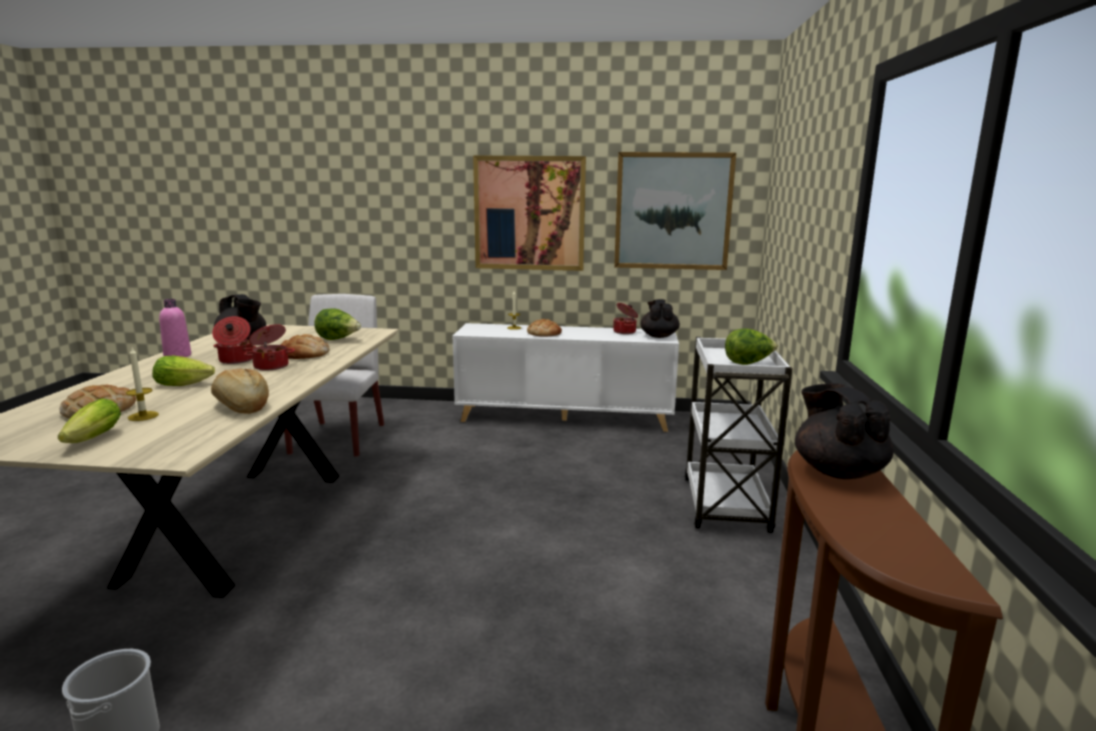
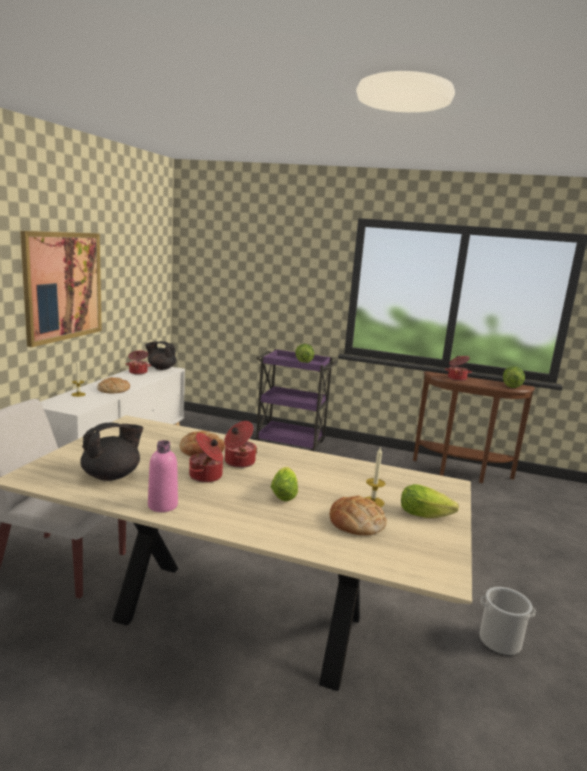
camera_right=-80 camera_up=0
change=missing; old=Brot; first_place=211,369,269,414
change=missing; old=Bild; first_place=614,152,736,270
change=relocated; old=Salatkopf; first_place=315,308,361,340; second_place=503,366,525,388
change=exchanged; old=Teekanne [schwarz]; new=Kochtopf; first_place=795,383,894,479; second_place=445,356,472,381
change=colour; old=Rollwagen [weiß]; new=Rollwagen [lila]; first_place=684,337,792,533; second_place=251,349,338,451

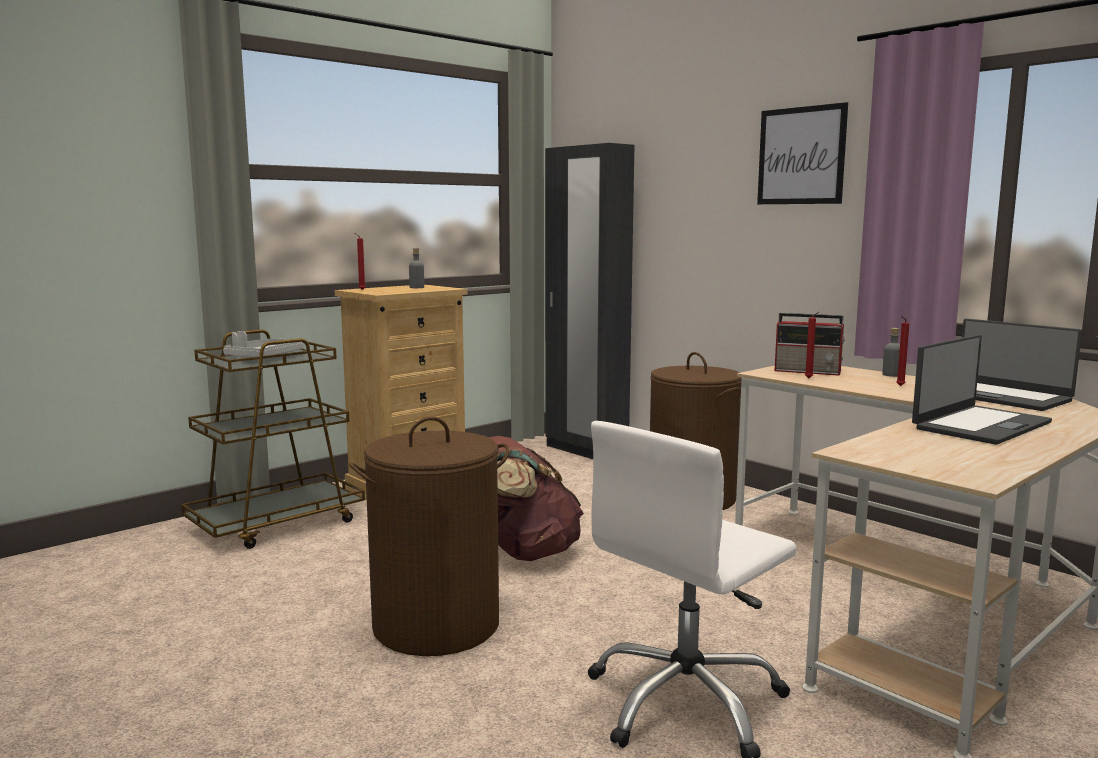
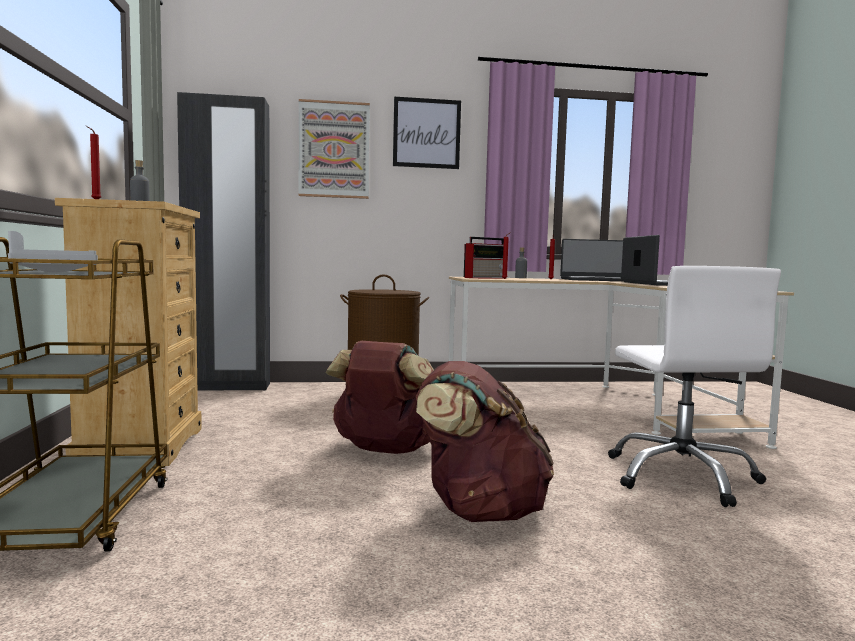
camera_right=-55 camera_up=-5
change=appeared; new=Bild; second_place=298,99,370,199
change=exchanged; old=Wäschekorb [braun]; new=Rucksack [braun]; first_place=349,417,509,656; second_place=415,361,554,522

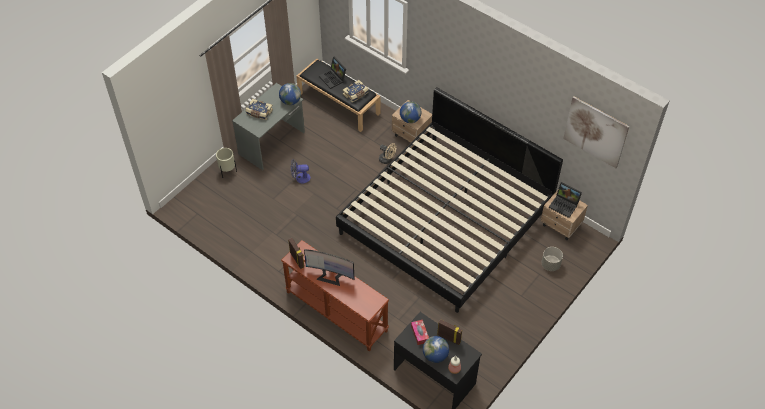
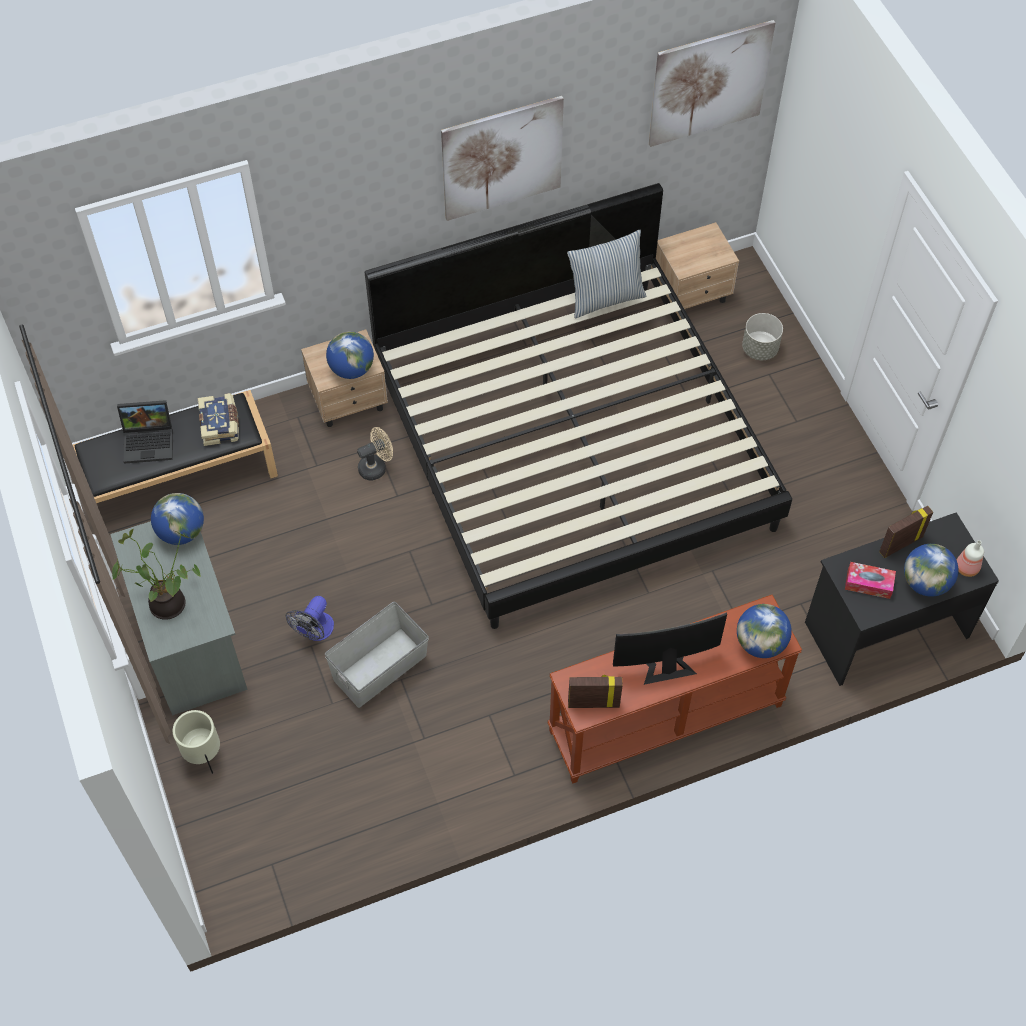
camera_right=-60 camera_up=5
change=missing; old=Laptop; first_place=549,182,582,218
change=appeared; new=Aufbewahrungsbox [grau]; second_place=325,602,429,708
change=appeared; new=Bild; second_place=441,96,564,221
change=appeared; new=Kissen; second_place=567,230,647,318
change=appeared; new=Globus; second_place=737,604,792,658
change=exchanged; old=Buch; new=Topfpflanze; first_place=246,99,273,120; second_place=112,529,201,620
change=spun; old=Monitor; first_place=304,249,354,286; second_place=613,612,727,685; degrees=-150

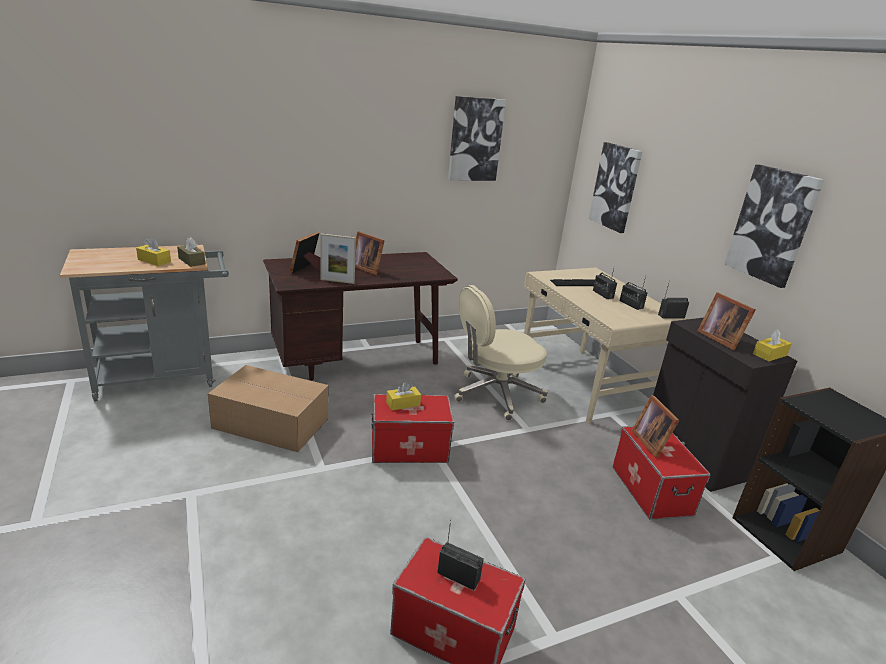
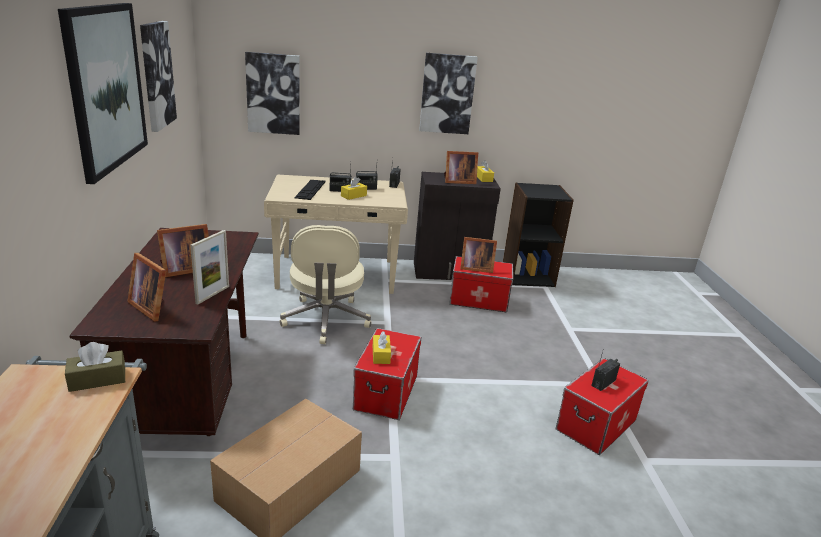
camera_right=-70 camera_up=0
change=appeared; new=Bild; second_place=58,3,148,184
change=relocated; old=Taschentuchbox [gelb]; first_place=136,237,171,266; second_place=341,177,367,200

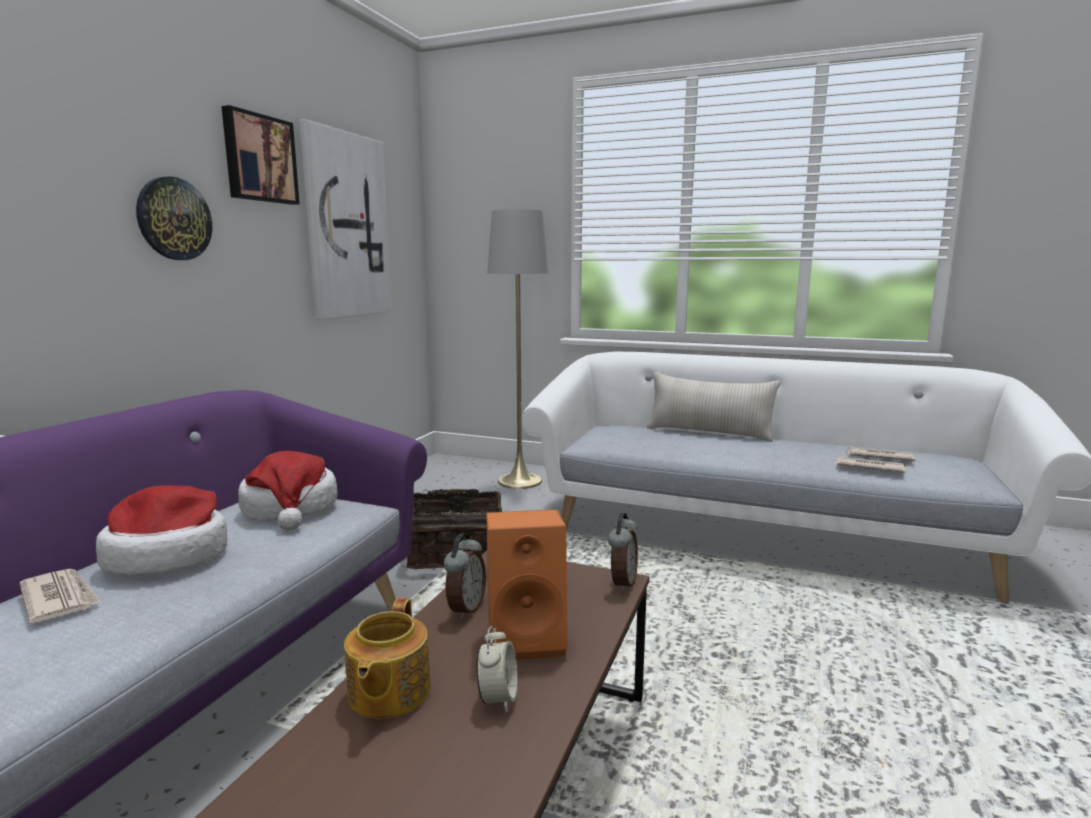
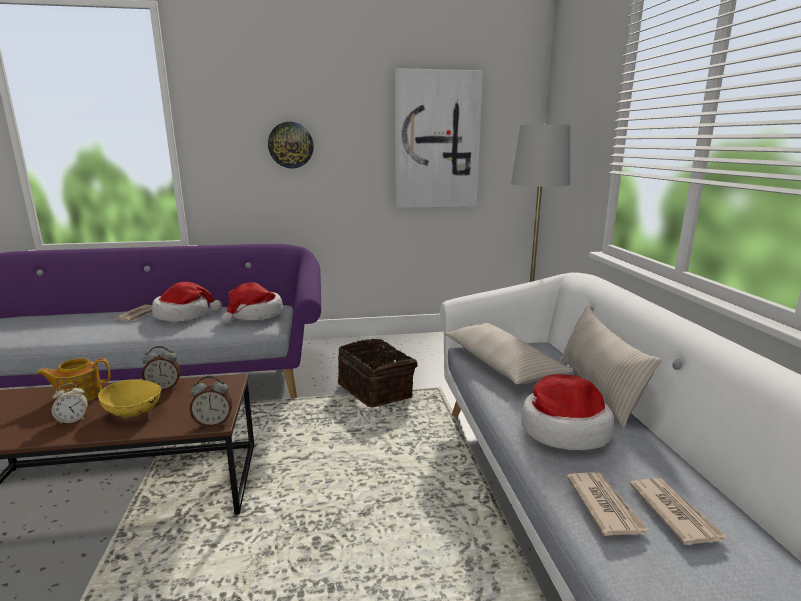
camera_right=60 camera_up=5
change=missing; old=Bild; first_place=221,105,299,205
change=appeared; new=Kissen [beige]; second_place=444,323,573,384
change=appeared; new=Hut; second_place=522,374,614,450
change=exchanged; old=Lautsprecher [orange]; new=Schüssel [gelb]; first_place=486,510,568,660; second_place=98,380,161,417

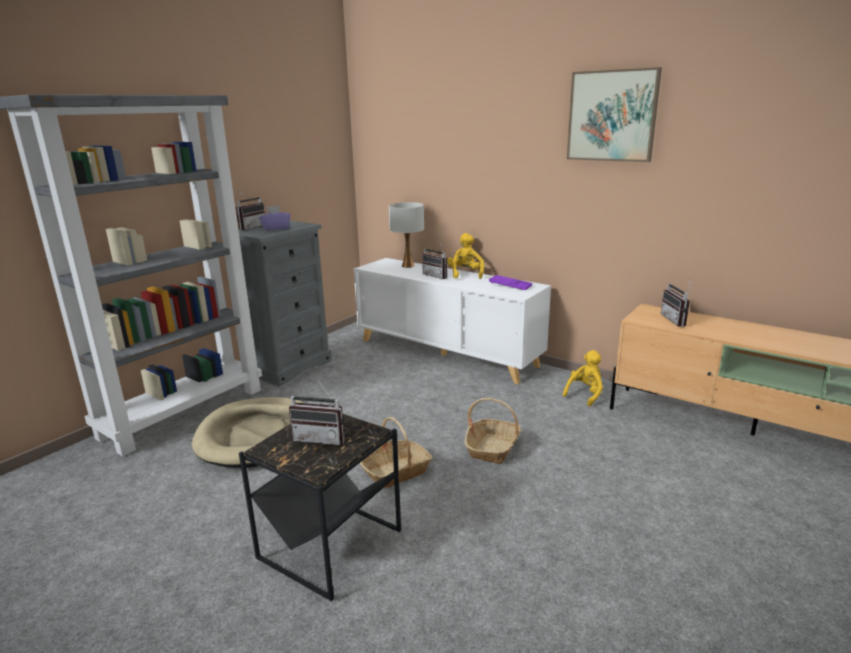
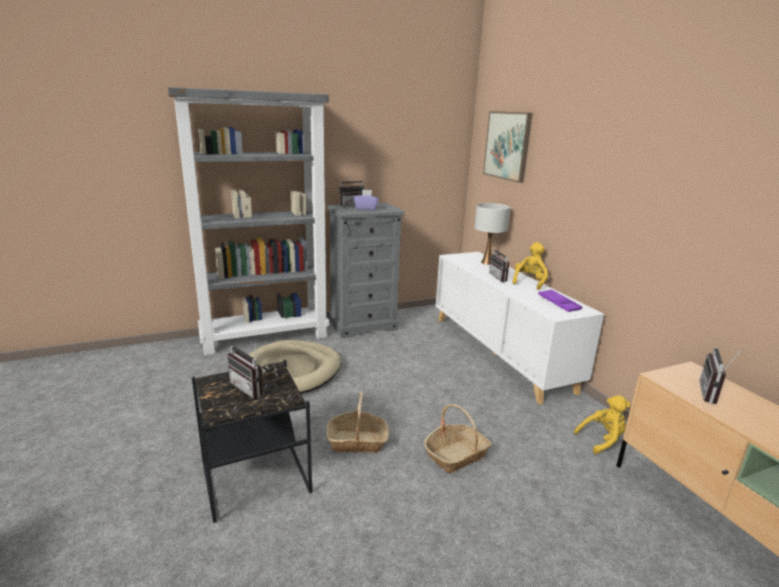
camera_right=30 camera_up=0
change=relocated; old=Bild; first_place=567,67,662,162; second_place=483,111,533,183

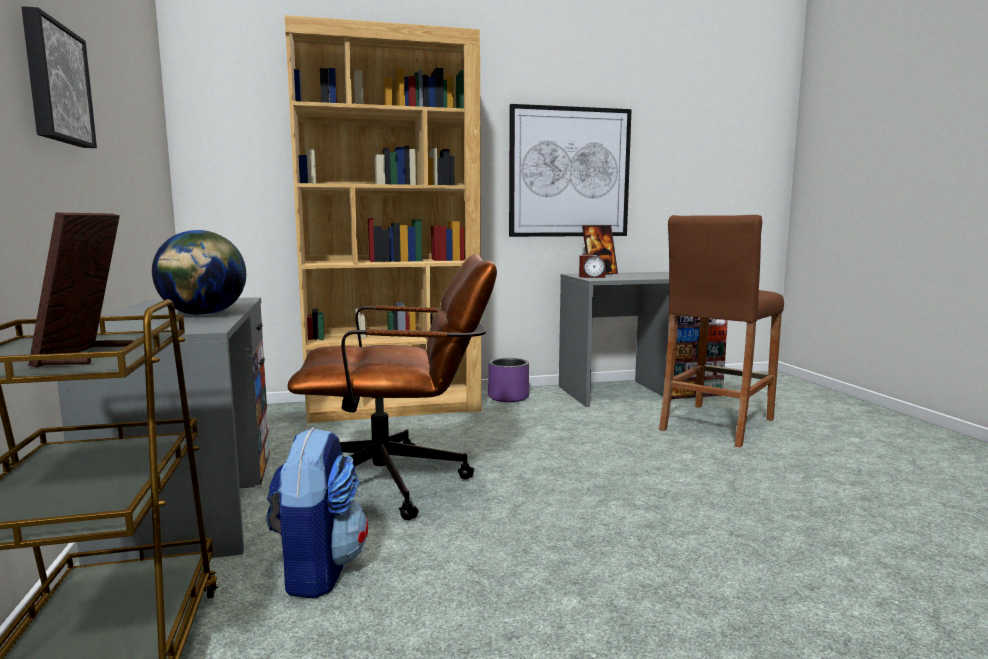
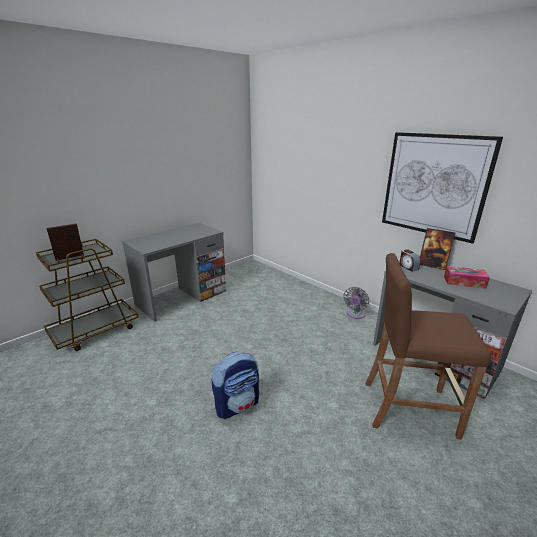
camera_right=60 camera_up=15
change=missing; old=Bild; first_place=21,6,97,148
change=missing; old=Globus; first_place=152,230,246,315
change=missing; old=Bücherregal [braun]; first_place=284,15,481,423
change=missing; old=Bürostuhl [braun]; first_place=287,254,497,520
change=appeared; new=Taschentuchbox; second_place=444,266,490,289
change=relocated; old=Rucksack; first_place=266,427,368,599; second_place=211,351,259,419
change=exchanged; old=Pflanzkübel [lila]; new=Ventilator [grau]; first_place=488,358,529,402; second_place=344,287,369,319

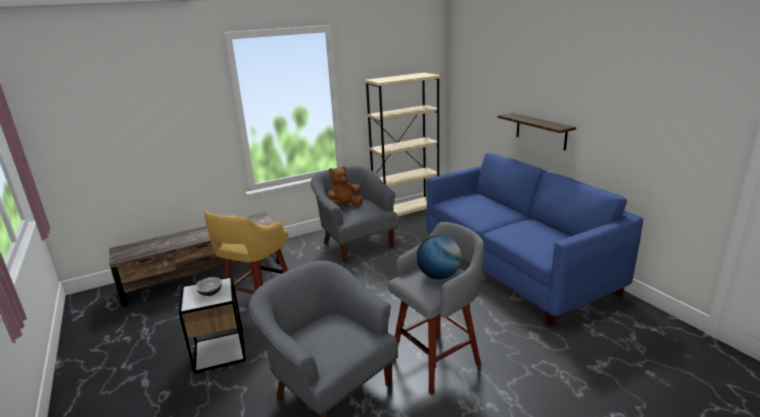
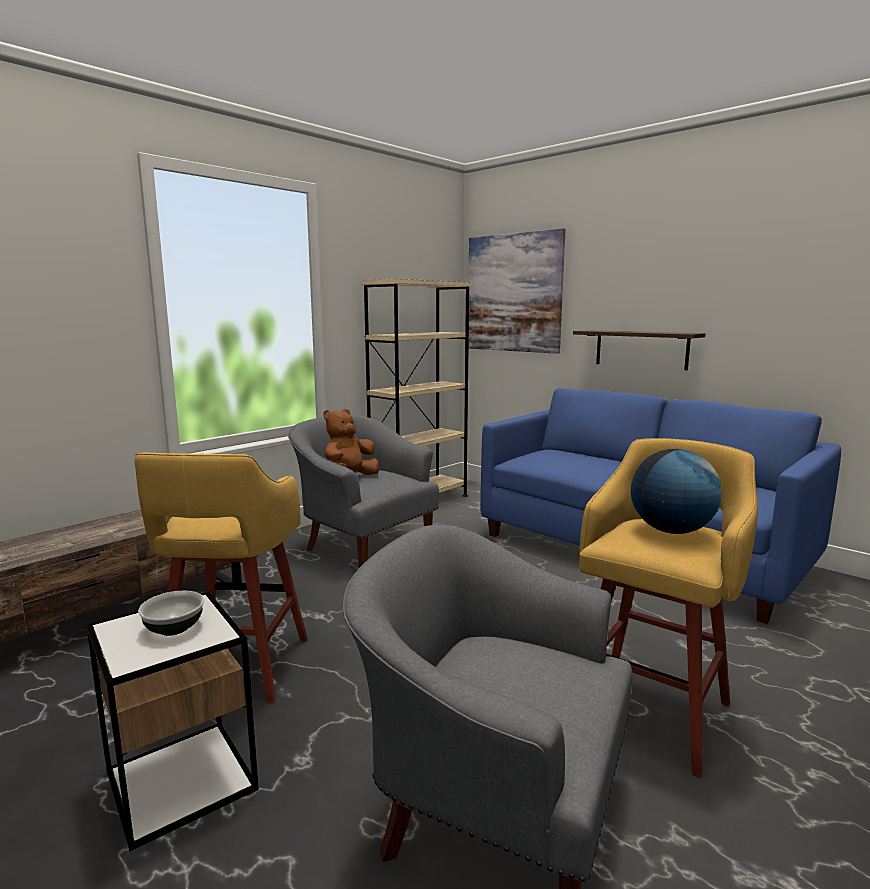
camera_right=-20 camera_up=-10
change=appeared; new=Bild; second_place=469,228,566,354
change=colour; old=Hocker [grau]; new=Hocker [gelb]; first_place=388,222,484,395; second_place=579,438,758,778

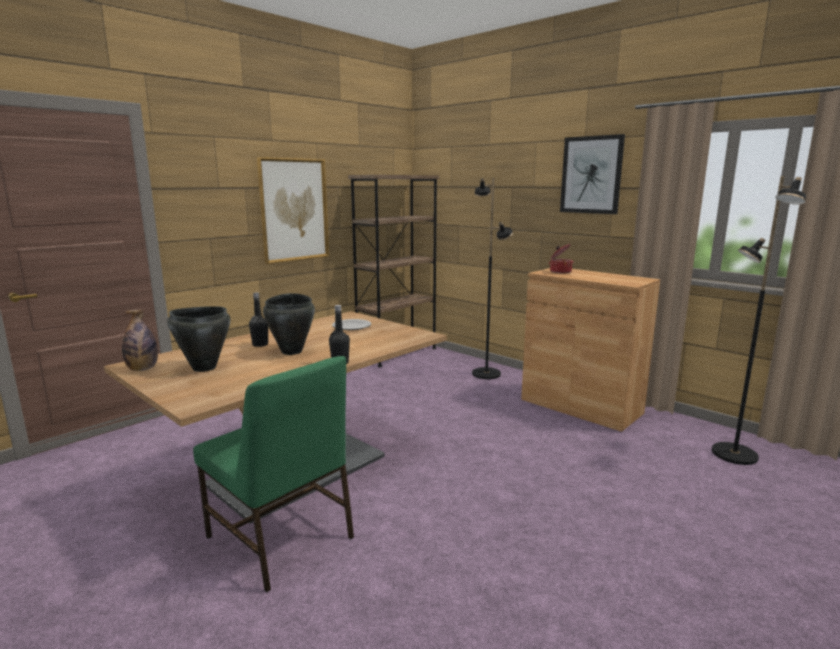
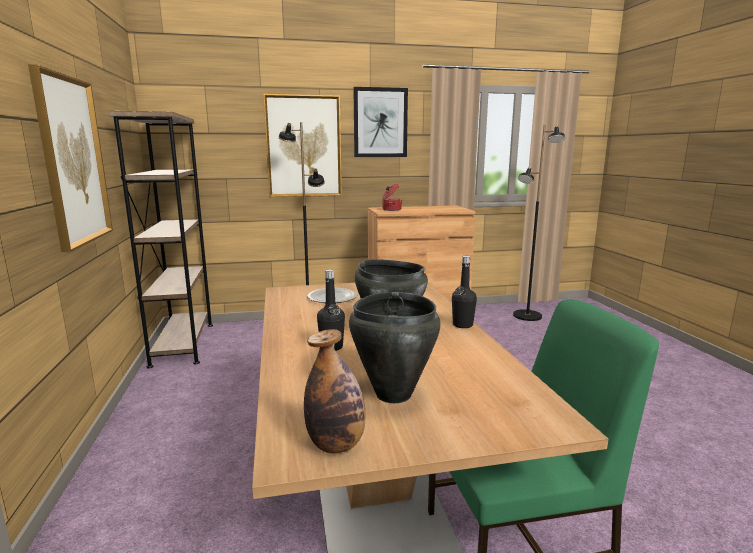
camera_right=-55 camera_up=0
change=appeared; new=Bild; second_place=263,94,342,197

